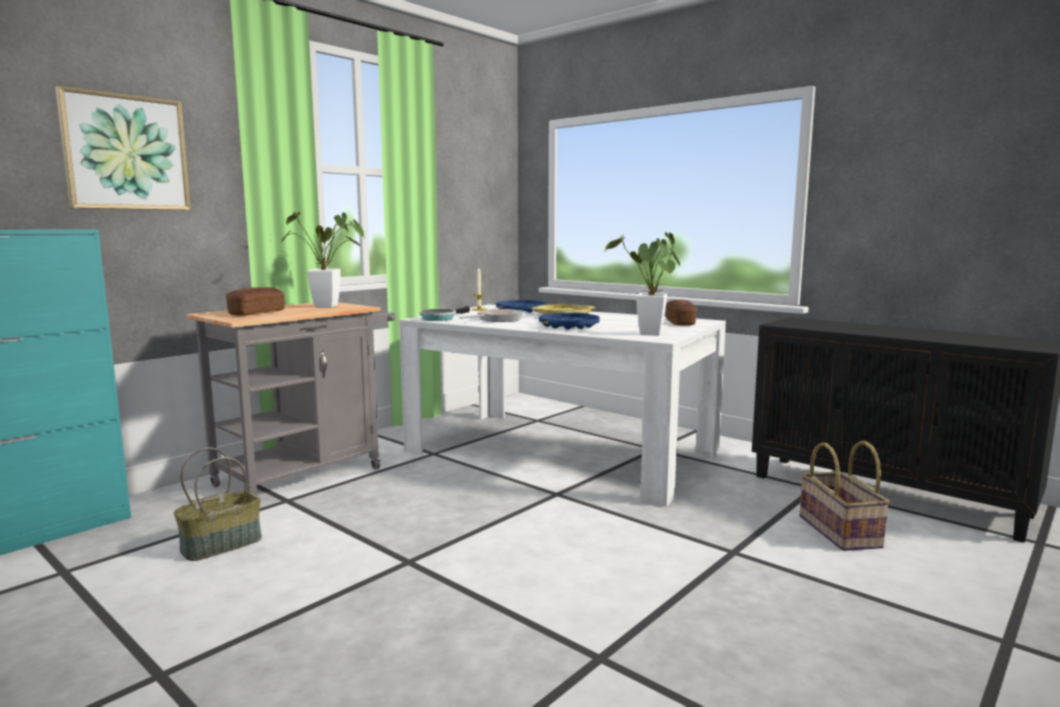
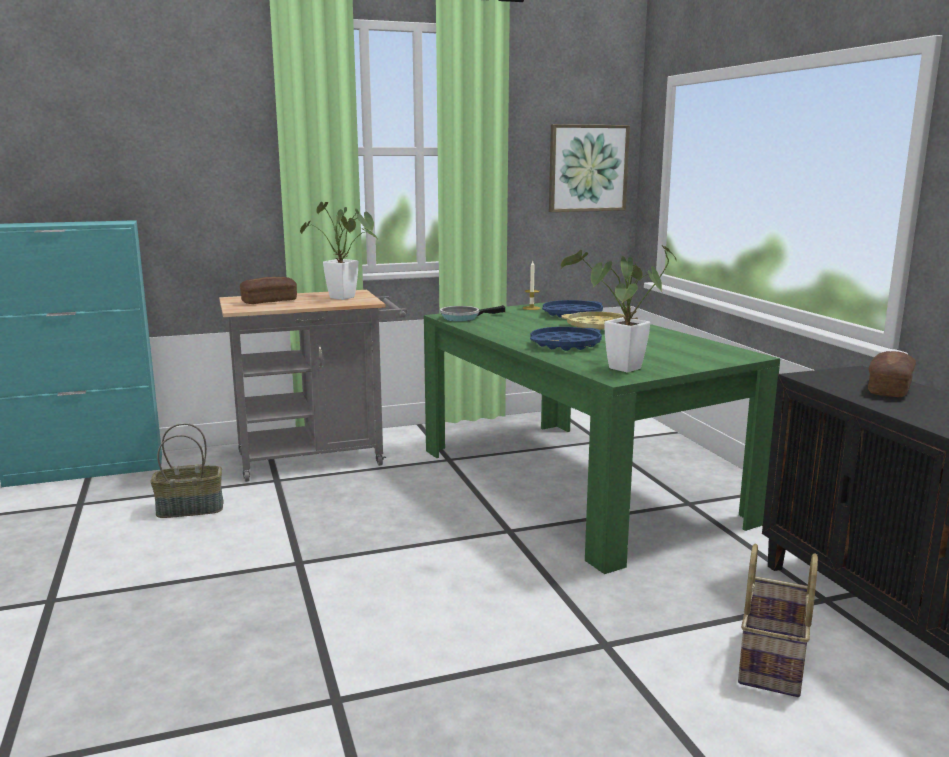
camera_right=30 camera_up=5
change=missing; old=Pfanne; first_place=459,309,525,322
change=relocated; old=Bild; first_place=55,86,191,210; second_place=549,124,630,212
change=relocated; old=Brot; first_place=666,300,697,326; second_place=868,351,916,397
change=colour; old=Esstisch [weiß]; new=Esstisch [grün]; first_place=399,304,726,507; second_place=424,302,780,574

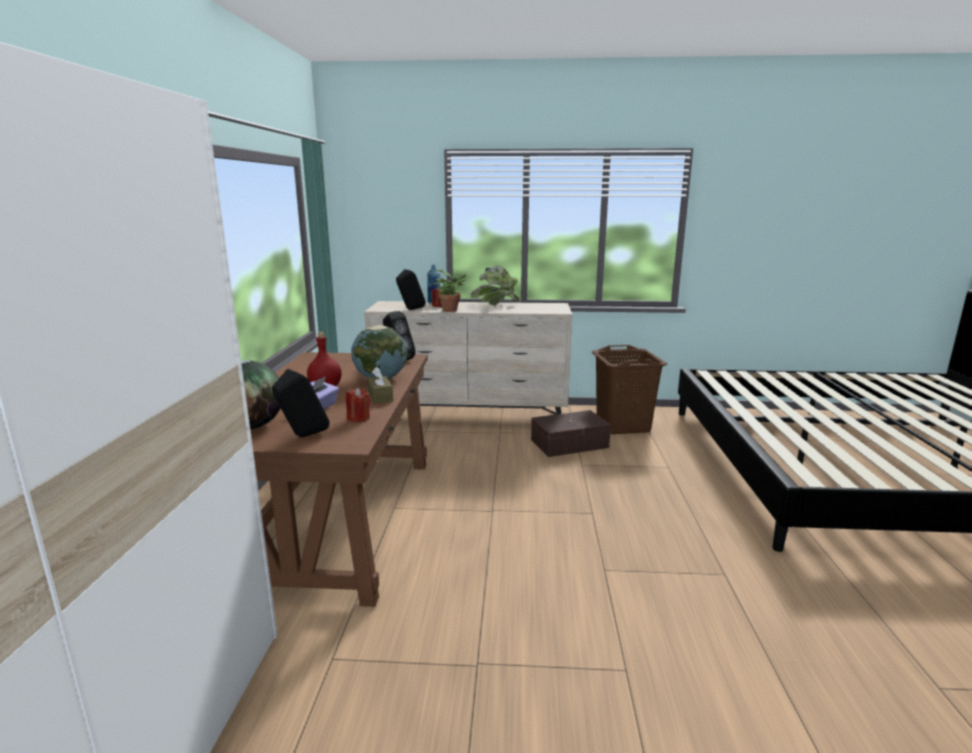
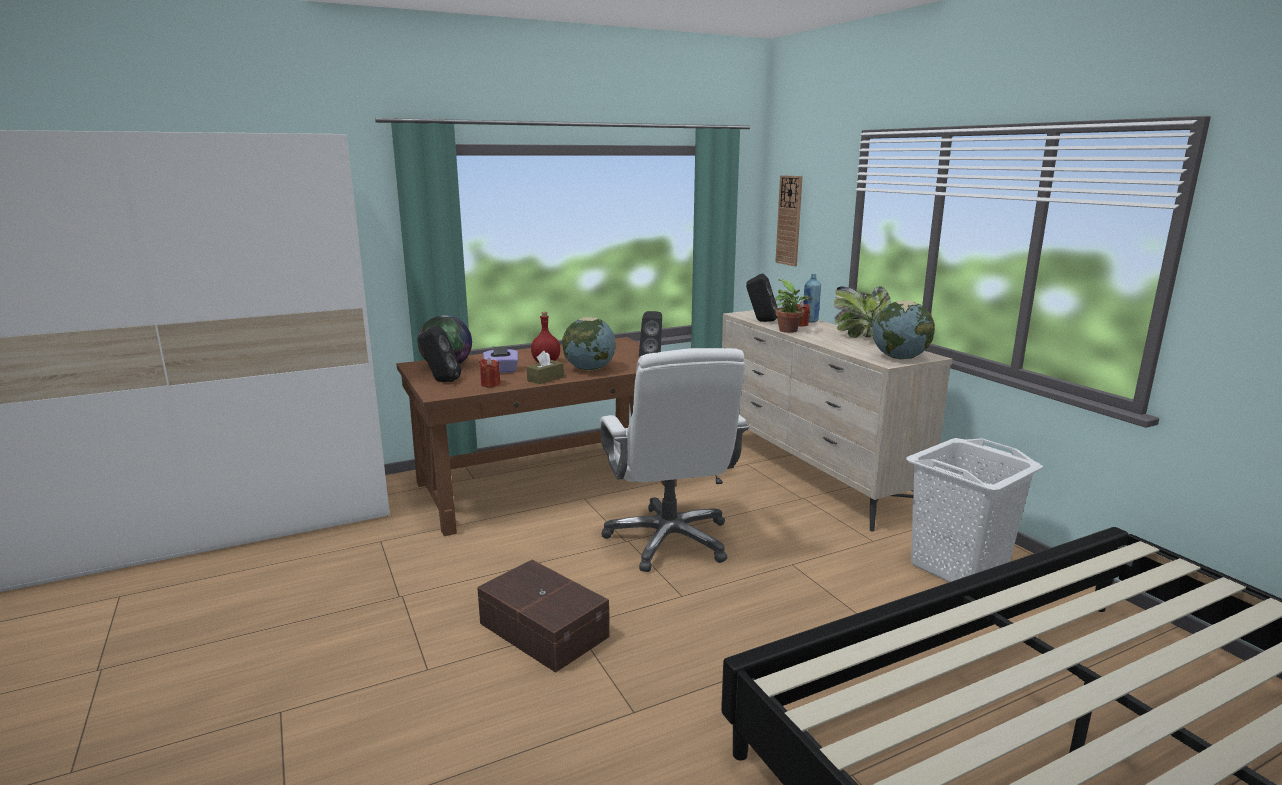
camera_right=60 camera_up=0
change=appeared; new=Bürostuhl [weiß]; second_place=600,348,749,572
change=appeared; new=Wanduhr; second_place=775,175,803,266
change=appeared; new=Globus; second_place=873,301,935,360
change=relocated; old=Aufbewahrungsbox [braun]; first_place=531,410,611,457; second_place=477,560,609,673
change=colour; old=Wäschekorb [braun]; new=Wäschekorb [weiß]; first_place=592,345,668,434; second_place=906,438,1043,582

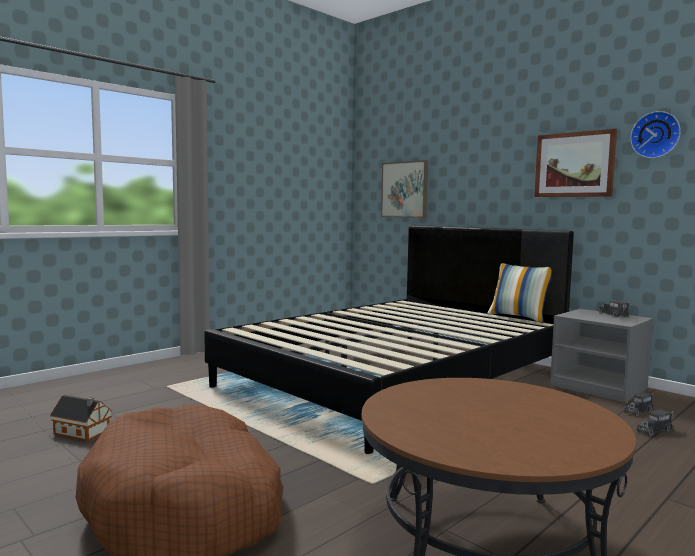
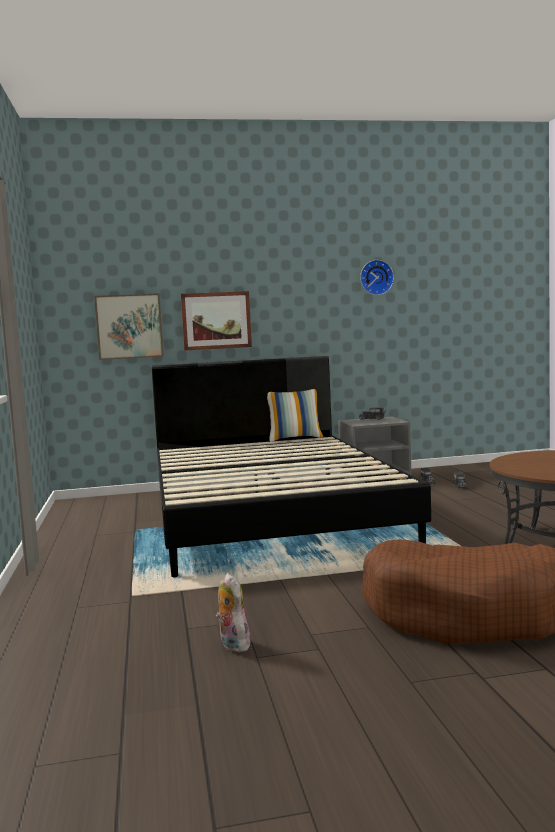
camera_right=-55 camera_up=0
change=relocated; old=Bild; first_place=534,129,617,197; second_place=181,291,252,350
change=exchanged; old=Spielzeughaus; new=Plüschtier; first_place=50,395,112,441; second_place=215,573,250,652

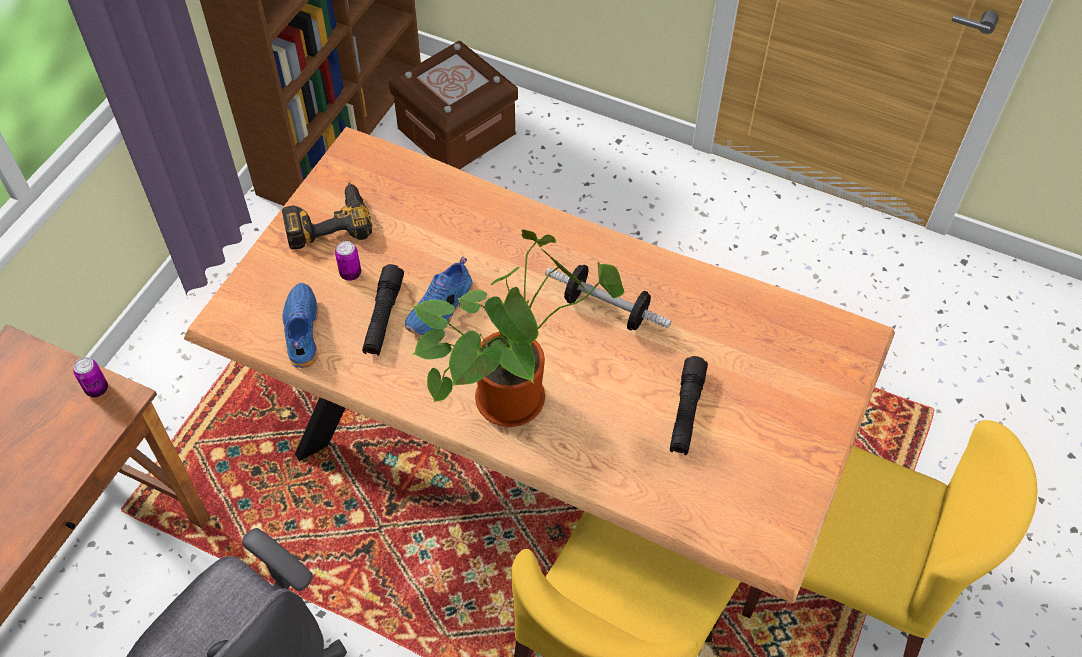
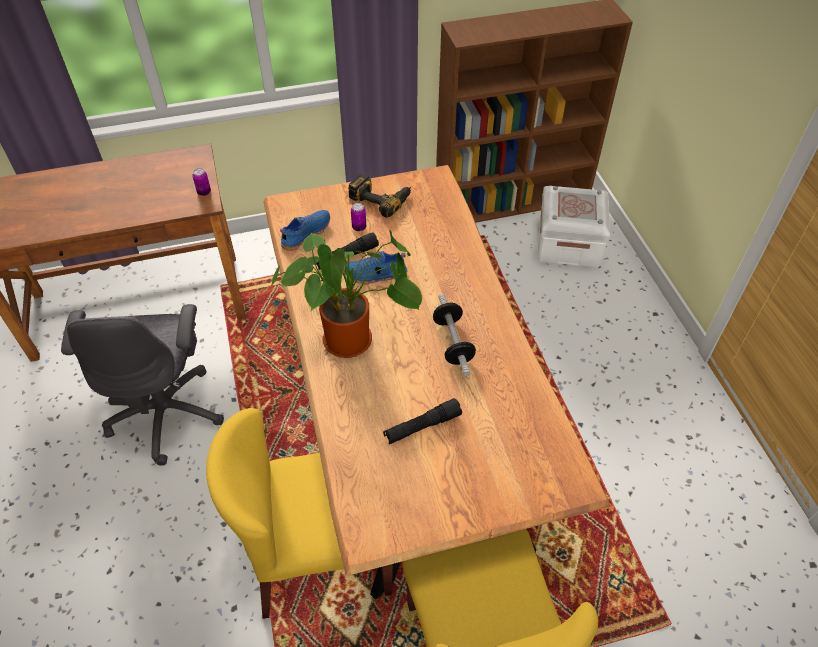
camera_right=50 camera_up=-5
change=colour; old=Aufbewahrungsbox [braun]; new=Aufbewahrungsbox [weiß]; first_place=389,41,518,169; second_place=538,186,610,267

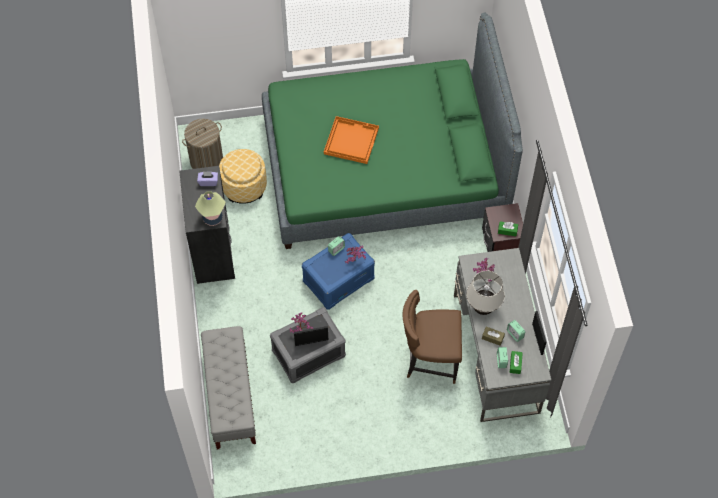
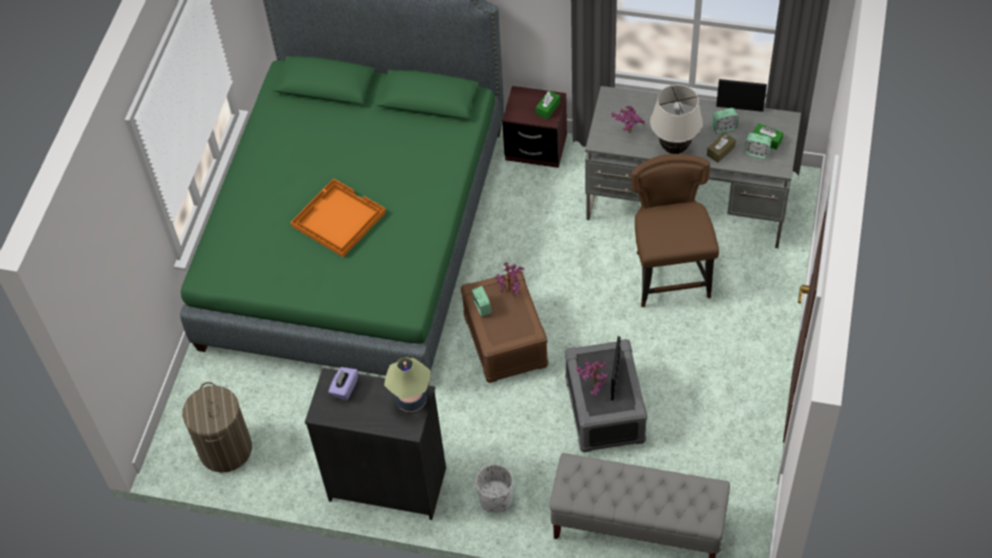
camera_right=-65 camera_up=-5
change=missing; old=Polsterhocker; first_place=219,149,267,204
change=appeared; new=Pflanzkübel [weiß]; second_place=475,464,513,513
change=colour; old=Aufbewahrungsbox [blau]; new=Aufbewahrungsbox [braun]; first_place=302,233,375,310; second_place=461,273,548,383
change=spun; old=Stuhl [braun]; first_place=403,290,462,384; second_place=631,154,719,307; degrees=150

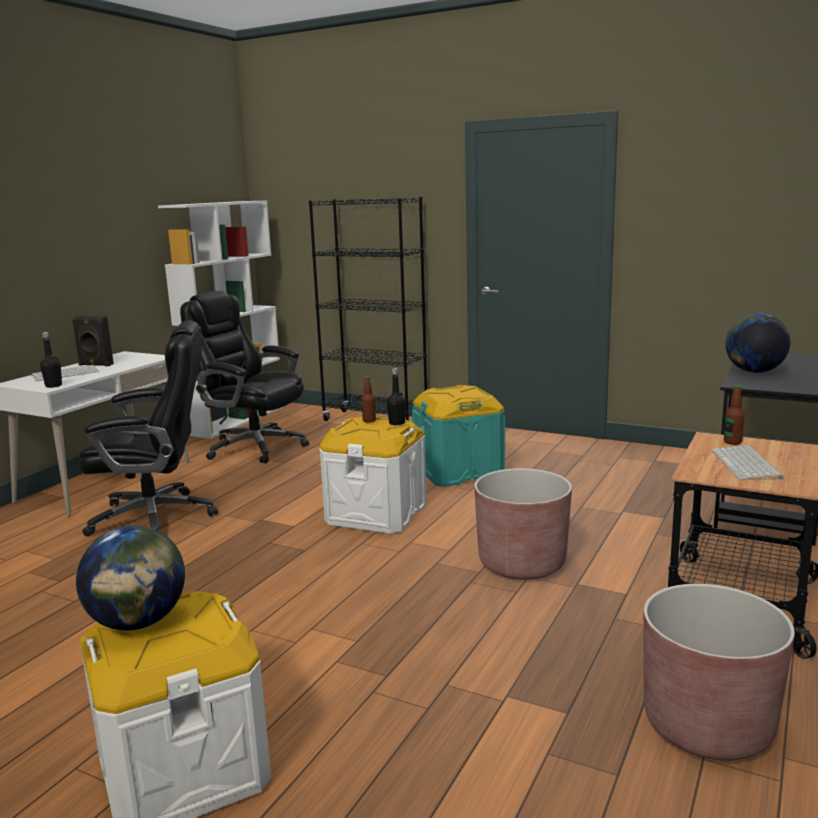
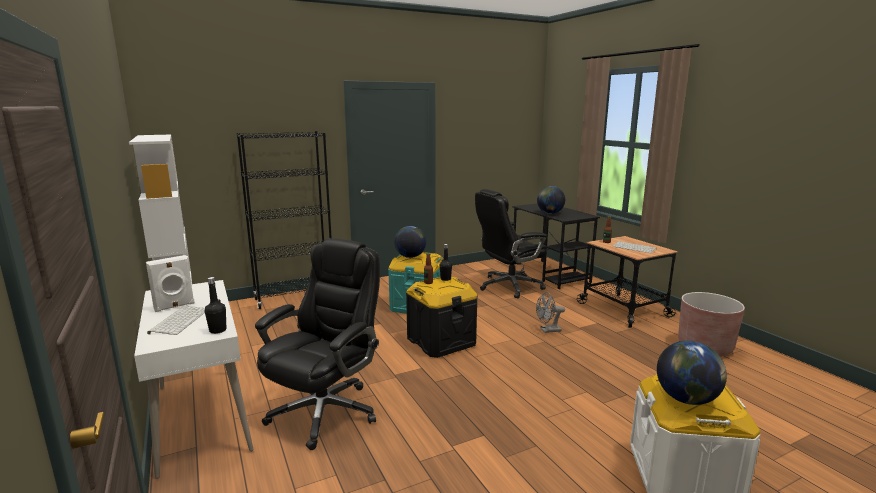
camera_right=-55 camera_up=0
change=appeared; new=Globus; second_place=394,226,426,258
change=relocated; old=Bürostuhl [schwarz]; first_place=180,291,309,464; second_place=475,189,547,299
change=exchanged; old=Pflanzkübel [braun]; new=Ventilator [grau]; first_place=474,468,572,580; second_place=536,292,565,333
change=colour; old=Lautsprecher [schwarz]; new=Lautsprecher [weiß]; first_place=71,316,114,366; second_place=146,255,195,312
change=colour; old=Aufbewahrungsbox [weiß]; new=Aufbewahrungsbox [schwarz]; first_place=319,417,427,534; second_place=406,277,478,358

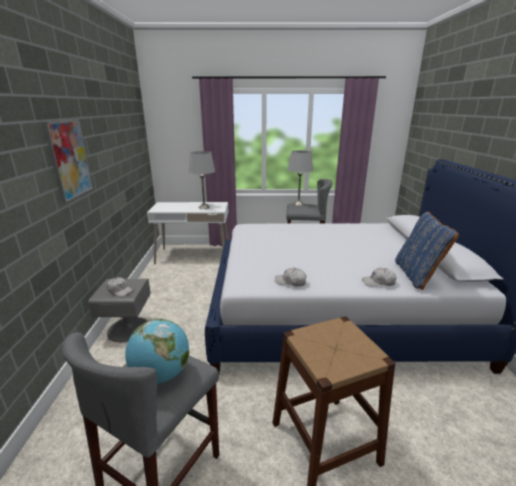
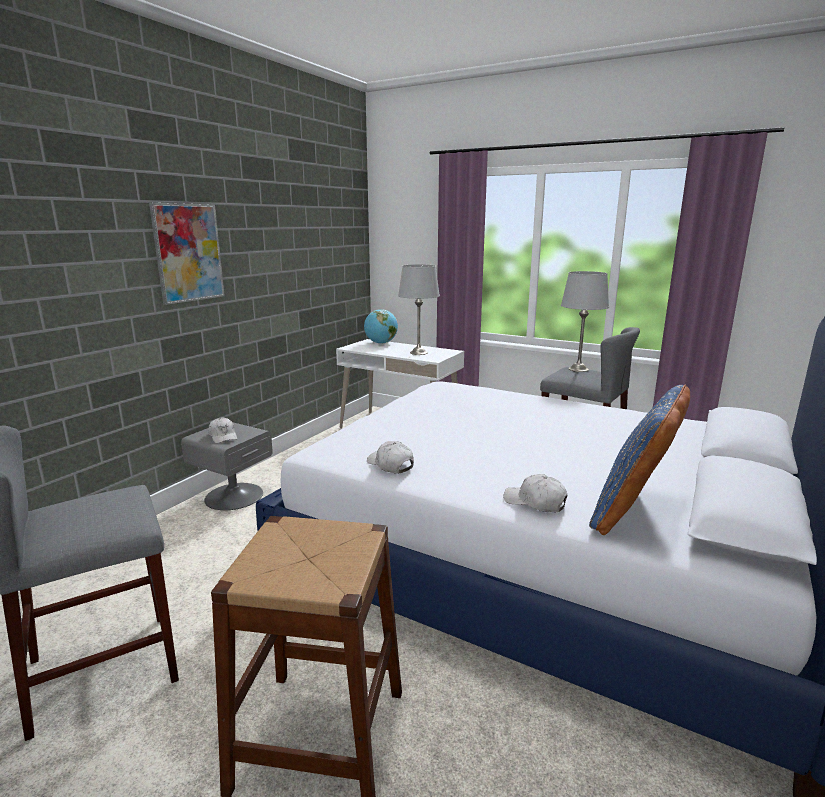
camera_right=30 camera_up=-5
change=relocated; old=Globus; first_place=125,319,189,384; second_place=364,309,398,344

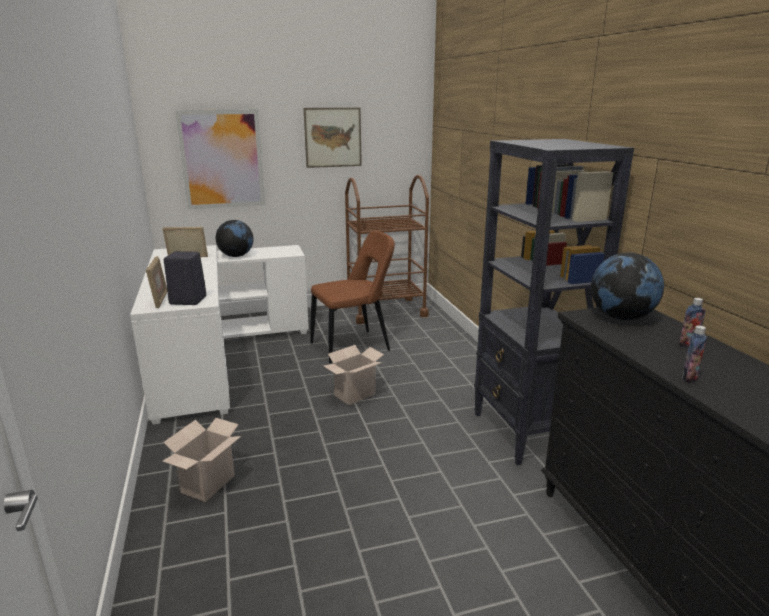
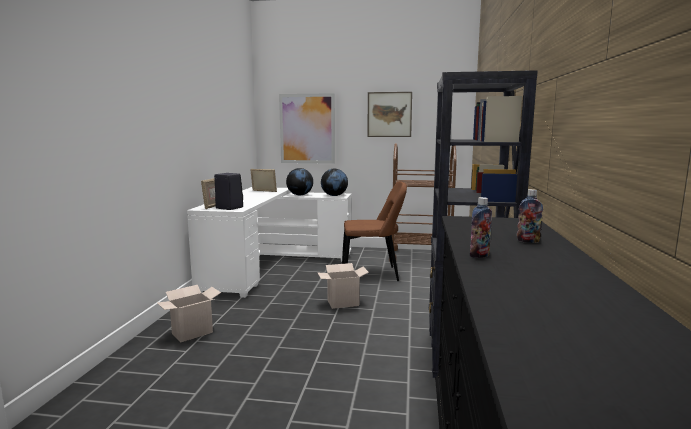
camera_right=25 camera_up=-10
change=relocated; old=Globus; first_place=591,253,664,320; second_place=321,169,348,196

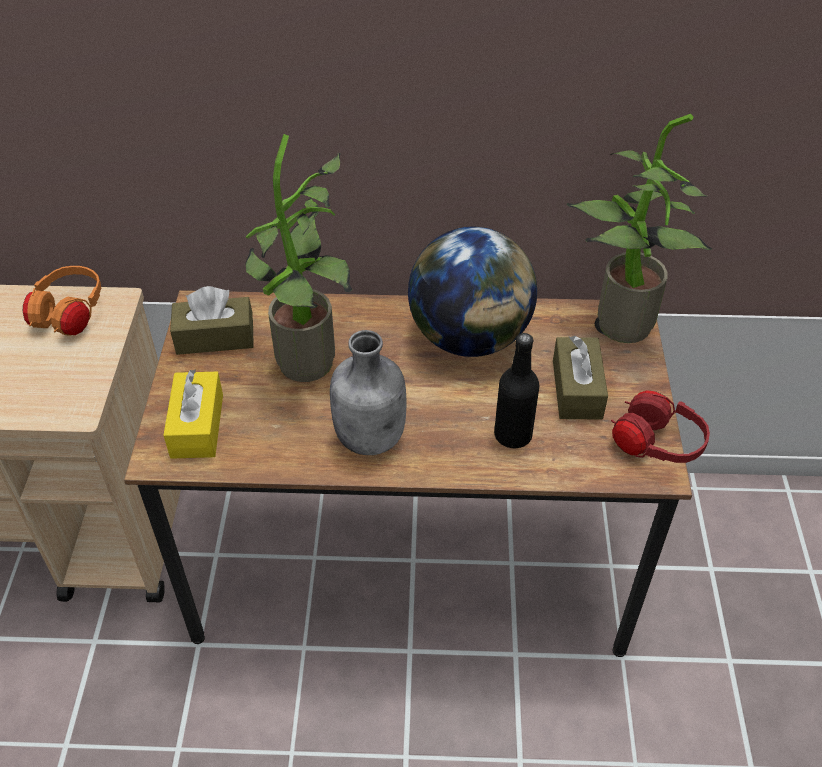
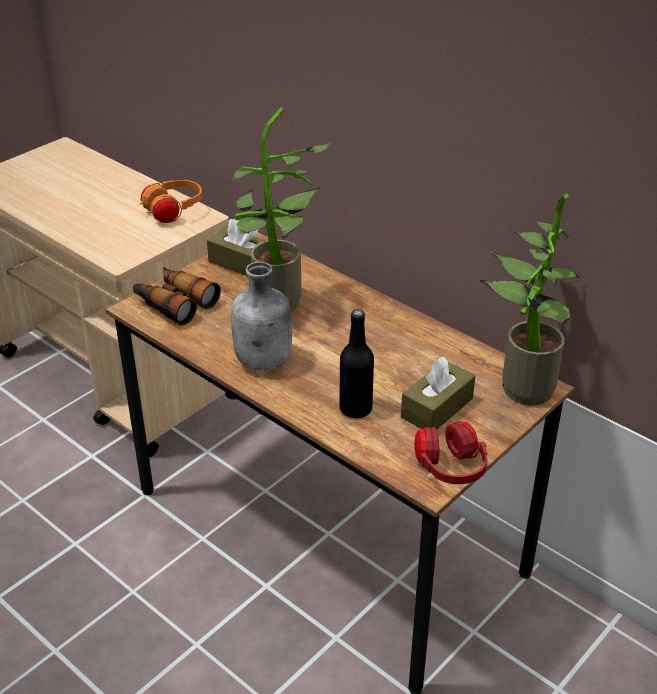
camera_right=40 camera_up=-10
change=missing; old=Globus; first_place=408,227,537,357
change=exchanged; old=Taschentuchbox [gelb]; new=Fernglas; first_place=163,369,223,459; second_place=133,267,221,326

